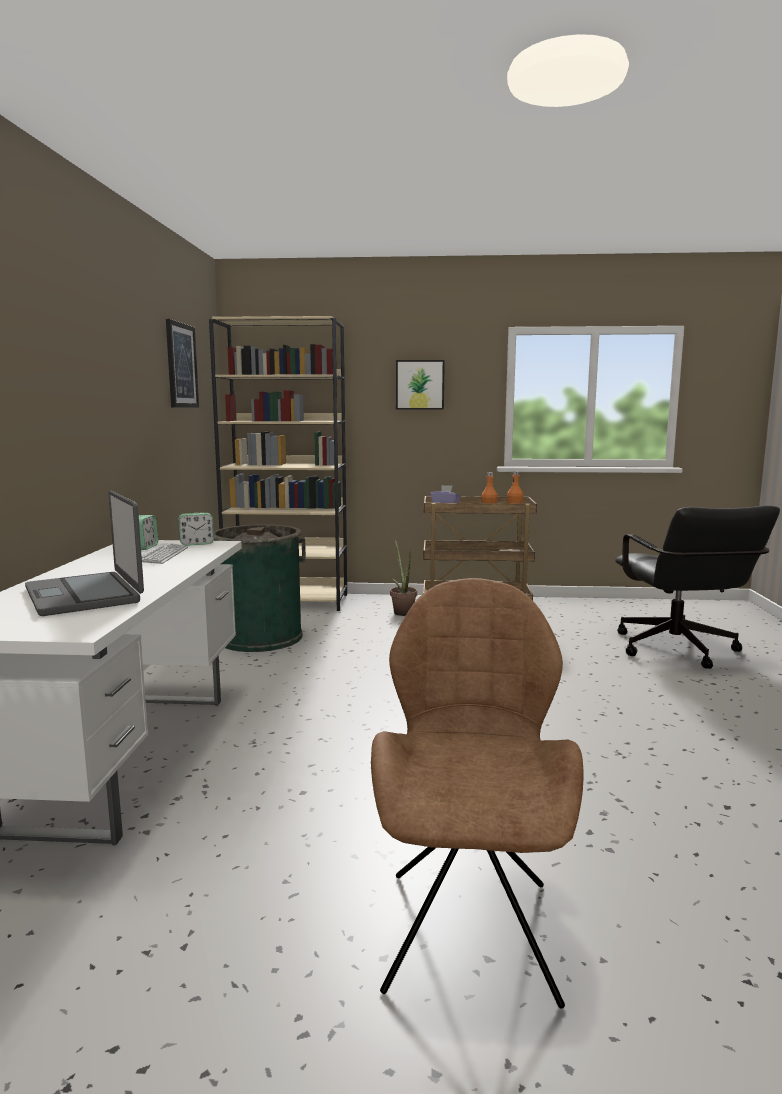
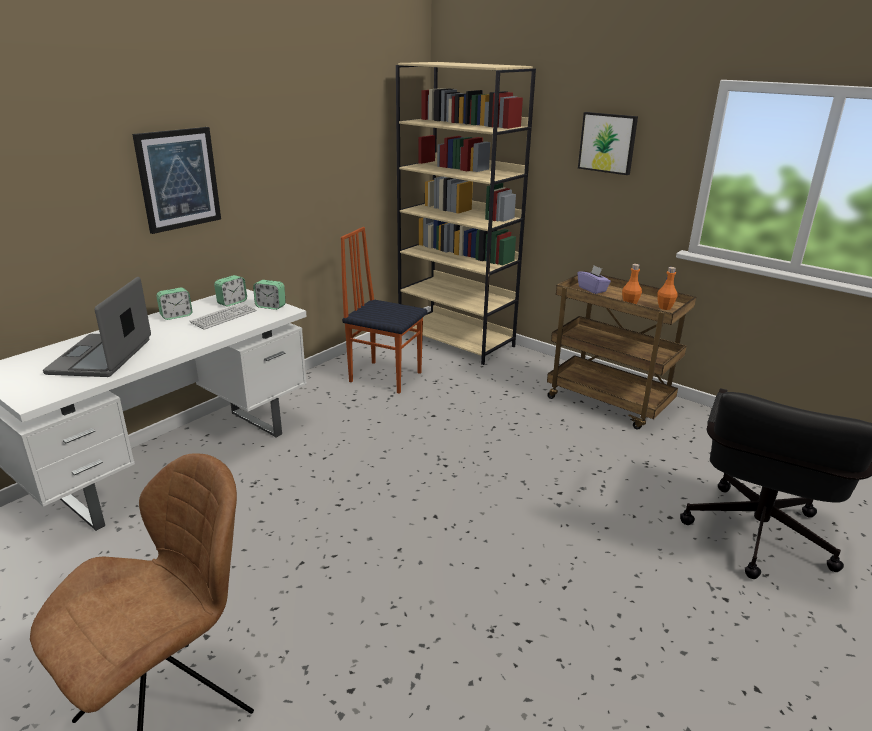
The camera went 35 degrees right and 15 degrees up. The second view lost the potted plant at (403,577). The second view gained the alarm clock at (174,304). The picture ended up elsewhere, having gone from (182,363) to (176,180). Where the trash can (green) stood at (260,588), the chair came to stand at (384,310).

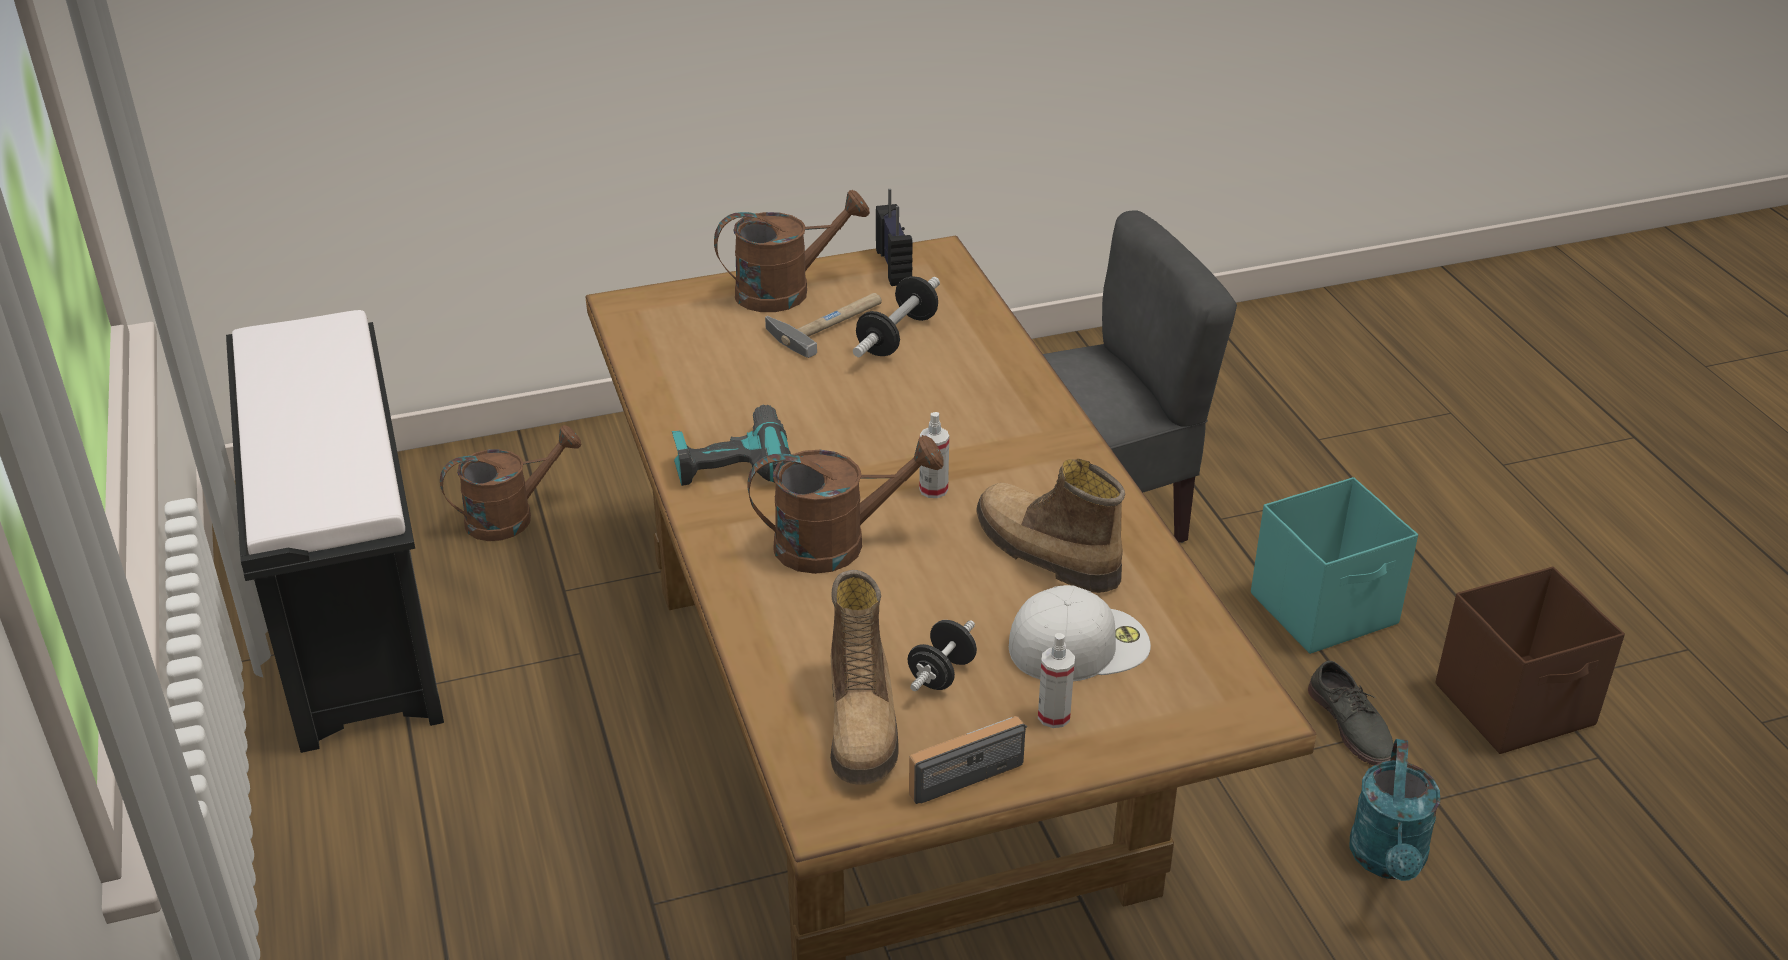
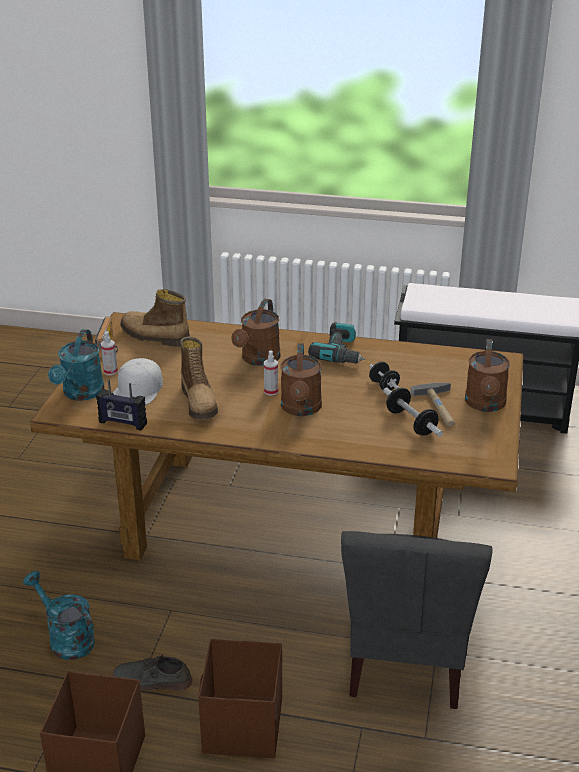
The camera went 120 degrees right and 5 degrees down. The second view gained the watering can (turquoise) at (76,365). The watering can (brown) ended up elsewhere, having gone from (510,483) to (301,379). The radio ended up elsewhere, having gone from (894,237) to (121,404). The dumbbell (black) ended up elsewhere, having gone from (942,655) to (384,376). What was the storage box (turquoise) at (1334,565) turned into the storage box (brown) at (240,698). The boot at (1050,526) ended up facing another way, 90 degrees clockwise from before.

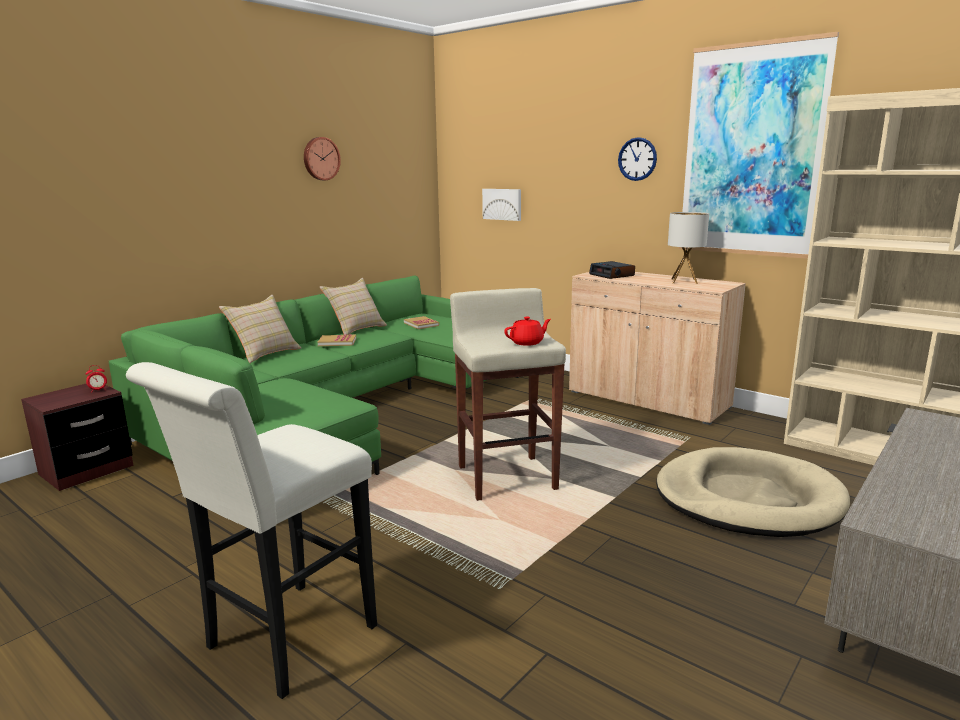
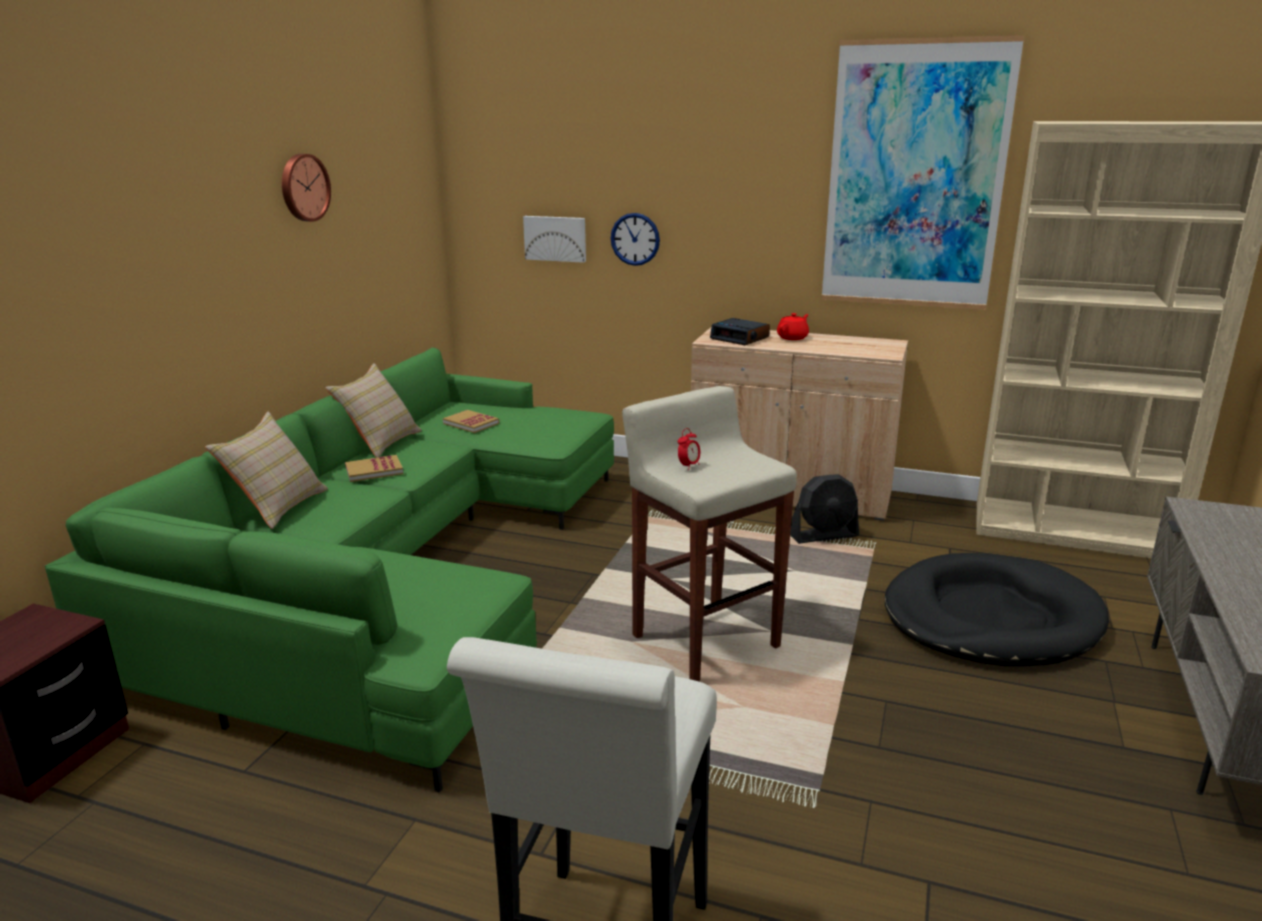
The camera went 20 degrees left and 5 degrees up. The second view lost the table lamp at (688,248). The second view gained the fan (black) at (824,509). The alarm clock ended up elsewhere, having gone from (96,378) to (689,449). The teapot (red) ended up elsewhere, having gone from (527,331) to (793,326). The wall clock ended up elsewhere, having gone from (637,159) to (635,239). What was the dog bed (beige) at (753,492) turned into the dog bed (black) at (997,610).

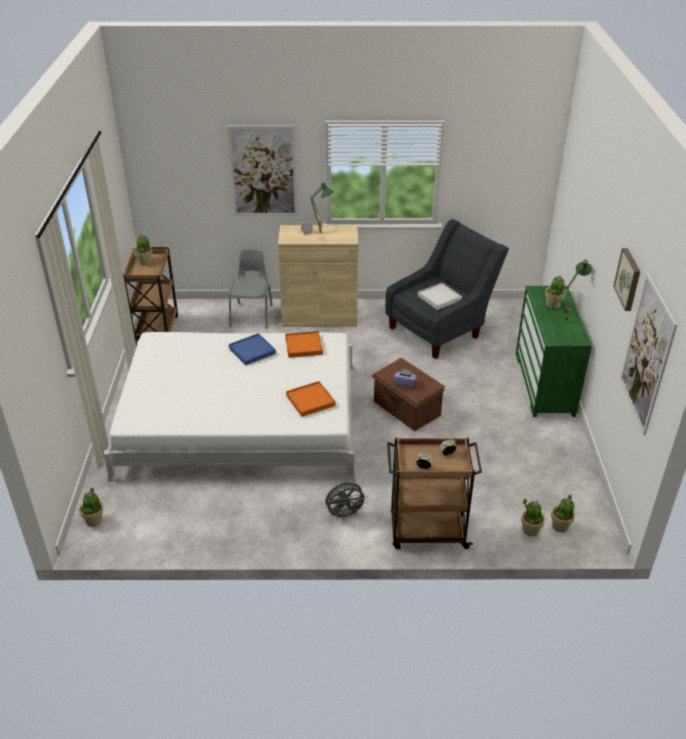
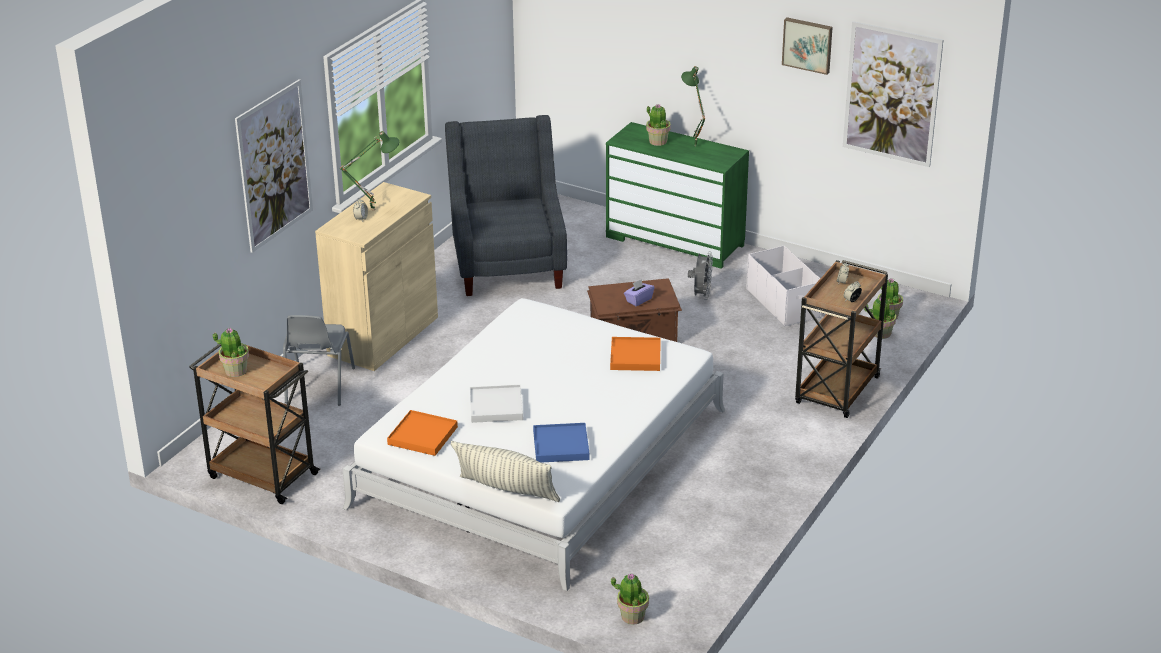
The camera went 60 degrees left and 5 degrees down. The second view gained the pillow at (505,471). The second view gained the storage box (white) at (784,286). The tray (blue) ended up elsewhere, having gone from (252,349) to (561,443). The tray (orange) ended up elsewhere, having gone from (304,344) to (422,433). The fan (grey) ended up elsewhere, having gone from (346,501) to (700,275). The tray (white) ended up elsewhere, having gone from (440,296) to (496,404). The chair (grey) at (250,289) ended up facing another way, 120 degrees counterclockwise from before.

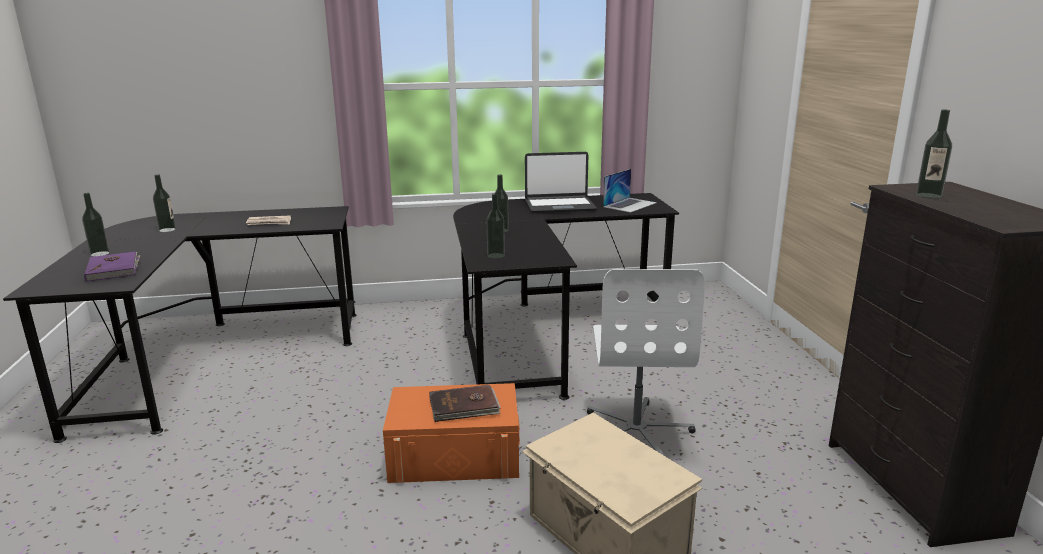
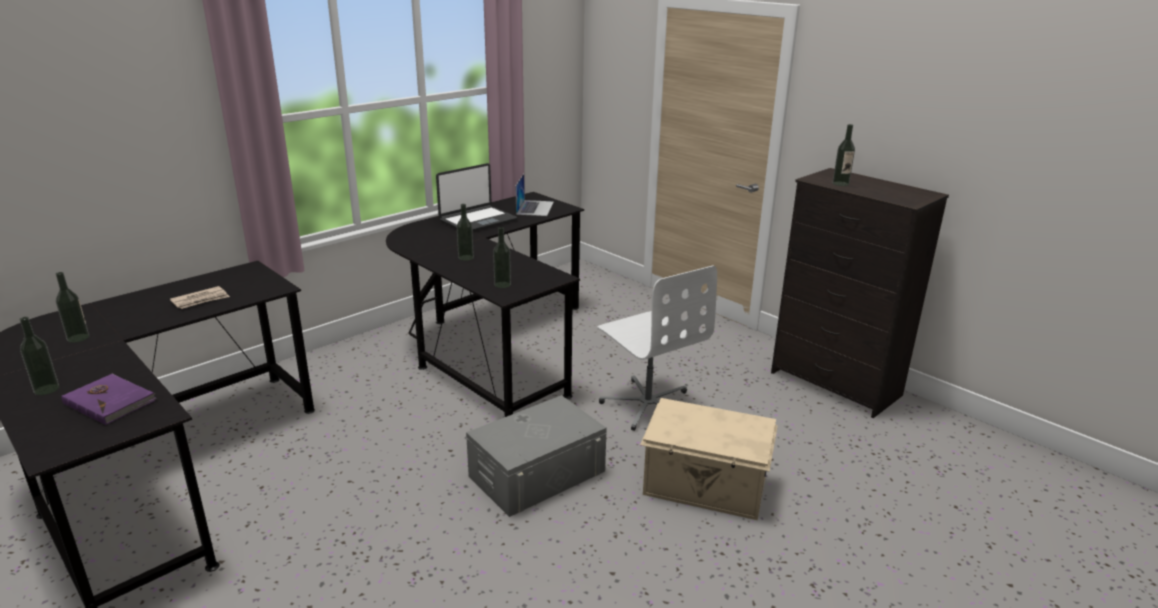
The camera went 35 degrees left and 5 degrees up. The second view lost the book (brown) at (465,403). What was the storage box (orange) at (451,433) turned into the storage box (grey) at (536,456).

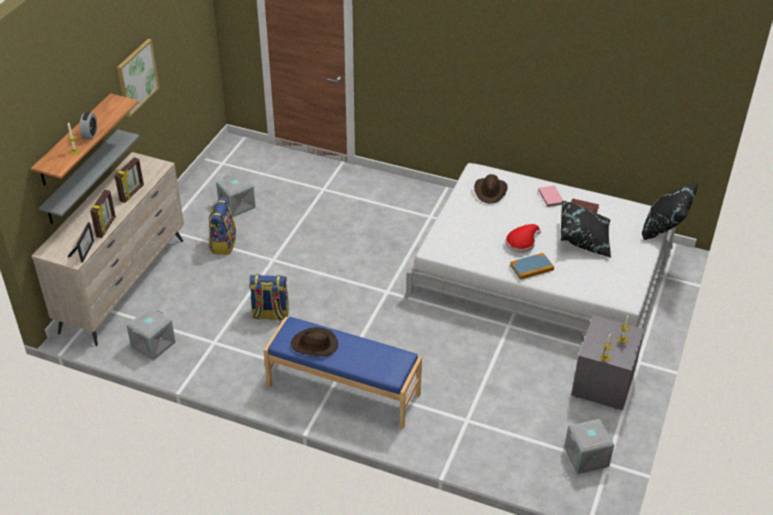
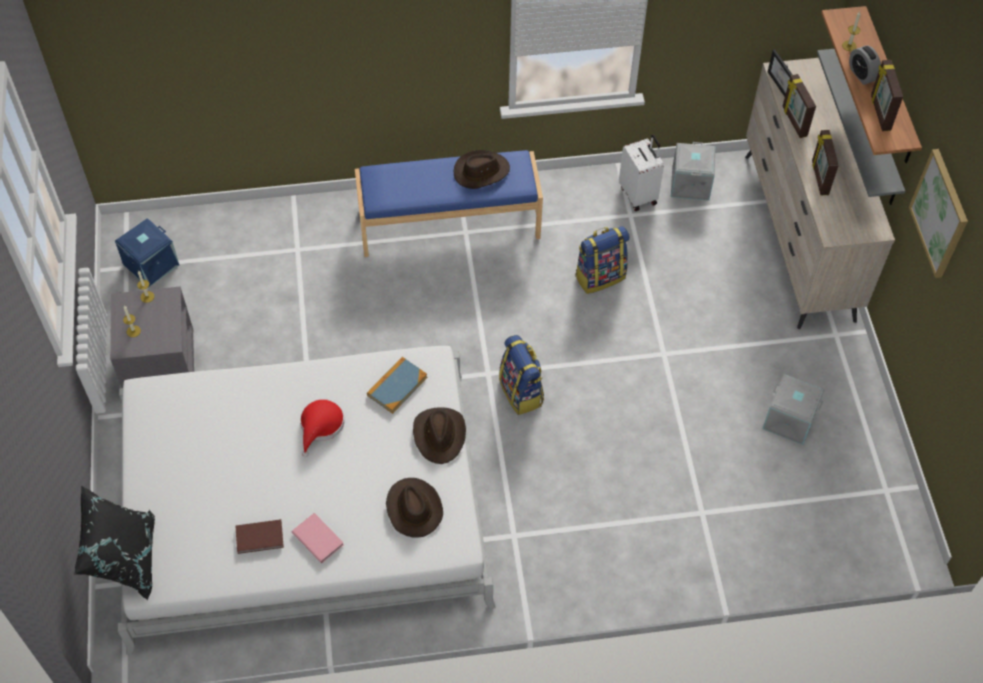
The camera went 150 degrees right and 15 degrees up. The second view lost the pillow (black) at (586,229). The second view gained the hat (brown) at (439,435). The second view gained the suitcase (white) at (641,173). The second view gained the picture frame at (887,95). The backpack ended up elsewhere, having gone from (222,226) to (521,375). The book ended up elsewhere, having gone from (532,266) to (397,385). What was the storage box (grey) at (589,446) turned into the storage box (blue) at (147,252).

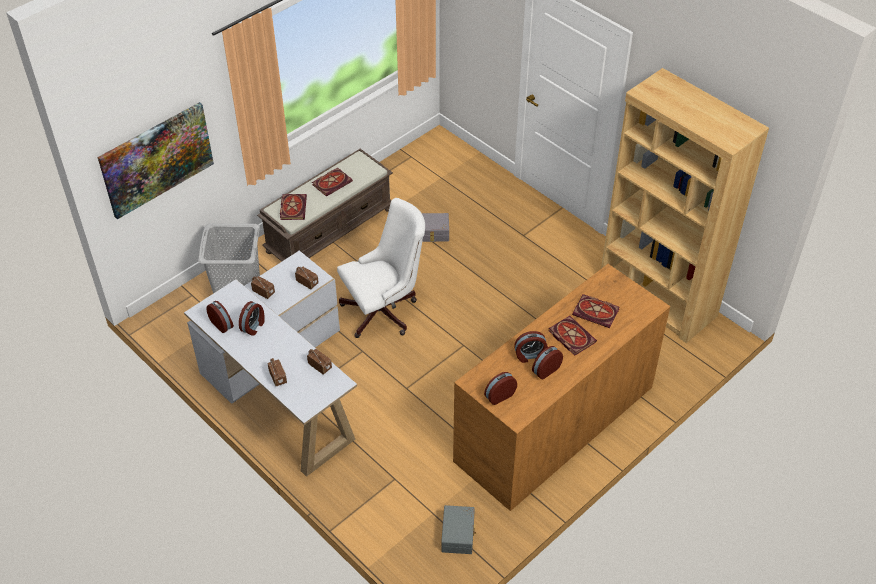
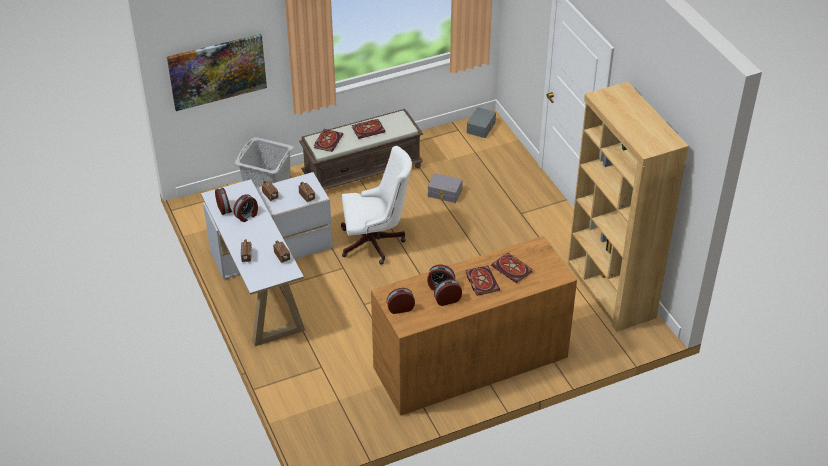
The camera went 20 degrees right and 5 degrees down. The storage box (grey) ended up elsewhere, having gone from (458,529) to (481,122).

